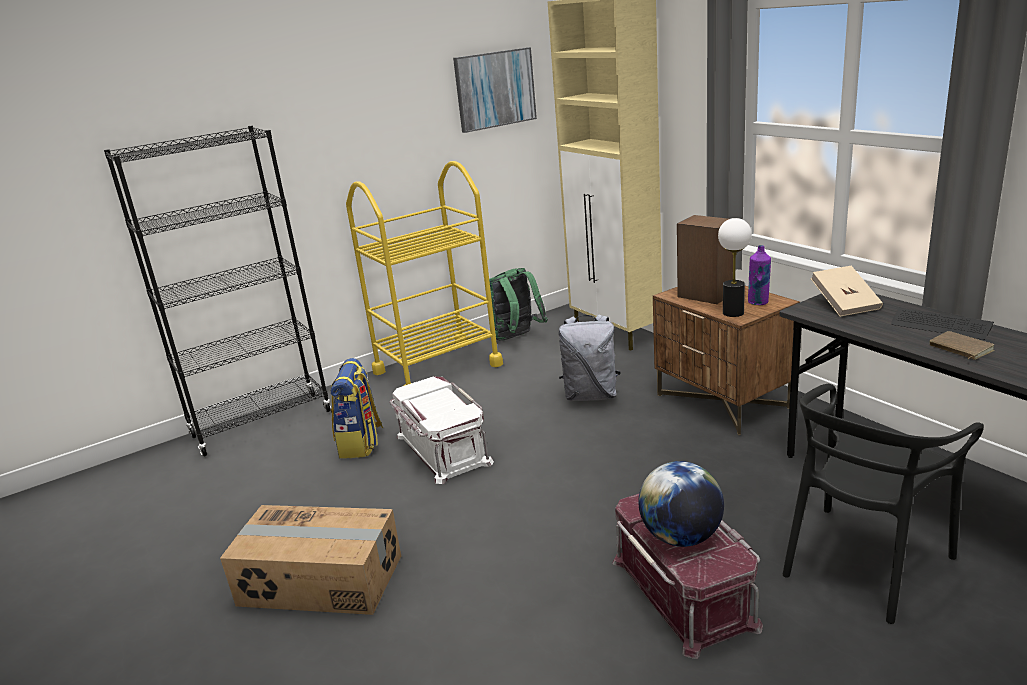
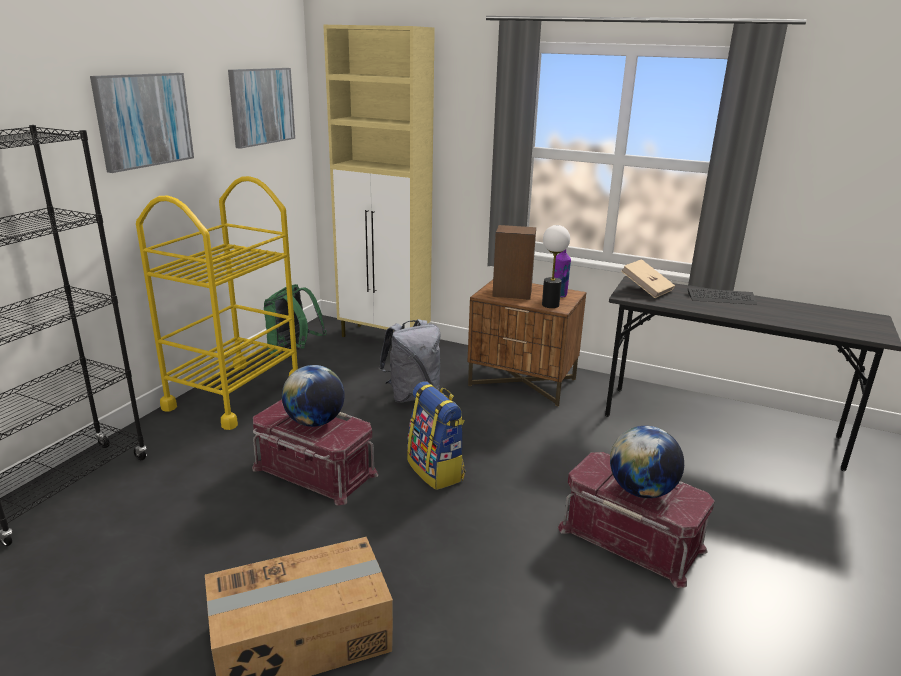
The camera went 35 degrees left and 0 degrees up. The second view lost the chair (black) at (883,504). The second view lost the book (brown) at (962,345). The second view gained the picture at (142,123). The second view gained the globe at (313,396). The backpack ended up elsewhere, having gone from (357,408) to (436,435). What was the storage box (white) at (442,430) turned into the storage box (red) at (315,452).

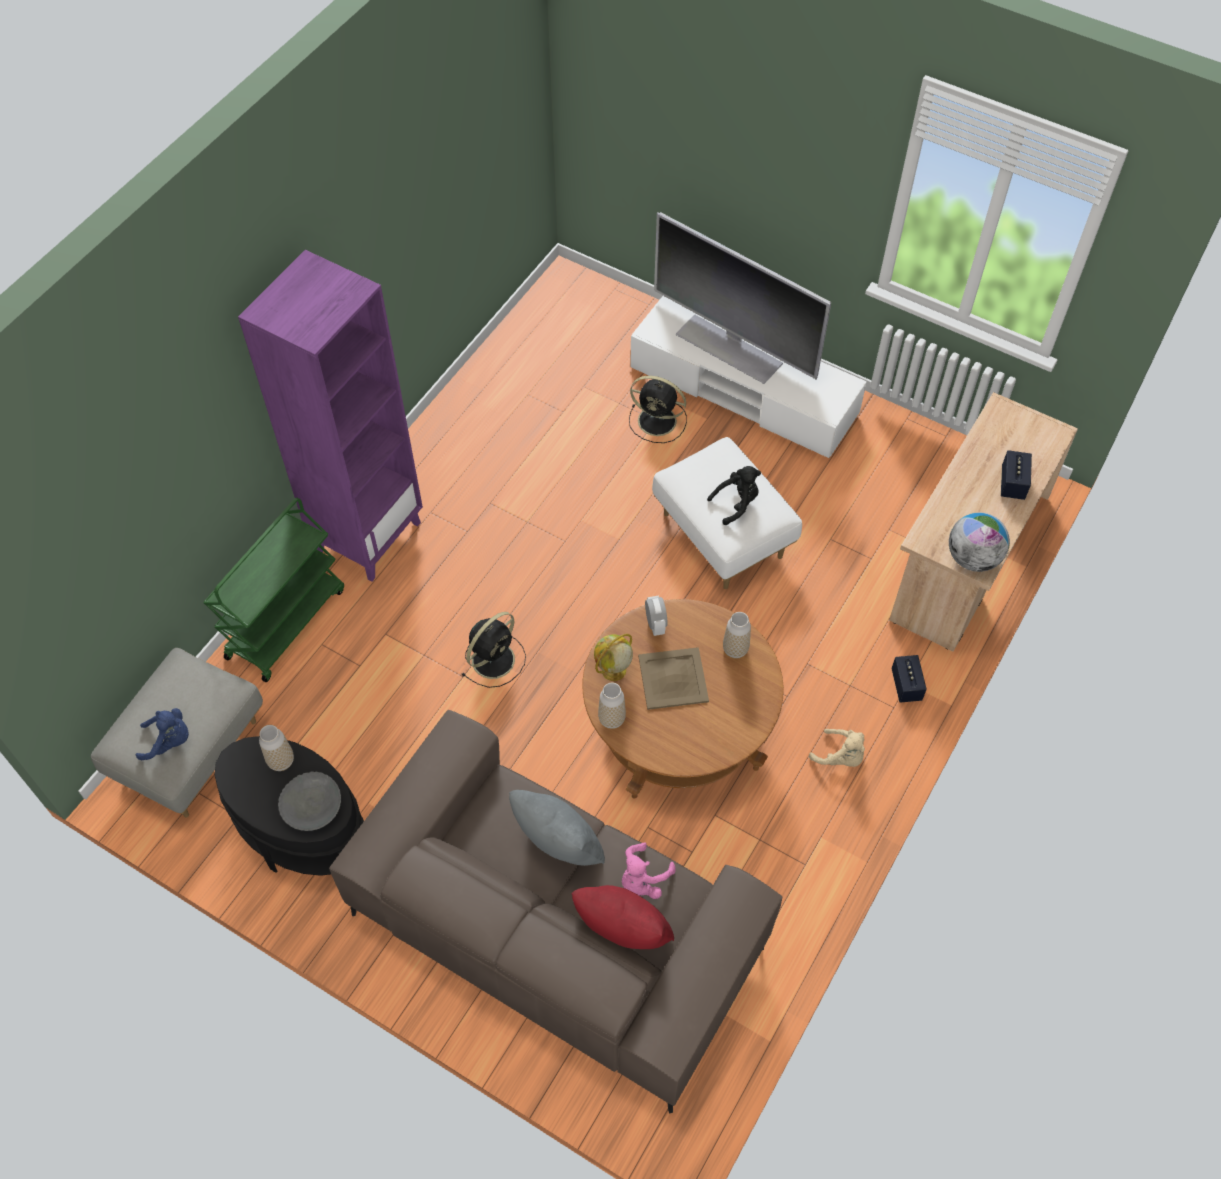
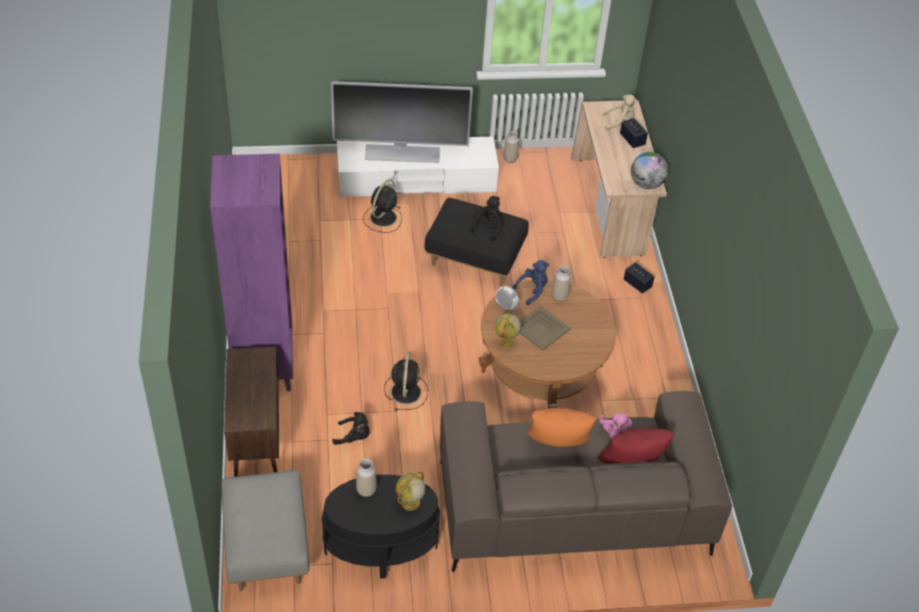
The camera went 40 degrees left and 10 degrees down. The second view gained the plush toy (black) at (351,428). The plush toy (blue) ended up elsewhere, having gone from (162,734) to (530,282). The vase ended up elsewhere, having gone from (612,706) to (511,147). The plush toy (beige) ended up elsewhere, having gone from (837,748) to (620,112). Where the cart (green) stood at (274,590), the cabinet (brown) came to stand at (251,412). Where the bowl (grey) stood at (309,801), the globe came to stand at (411,491). What was the pillow (grey) at (557,828) turned into the pillow (orange) at (561,427). What was the ottoman (white) at (727,513) turned into the ottoman (black) at (477,242). The fan (black) at (658,409) ended up facing another way, 135 degrees clockwise from before.

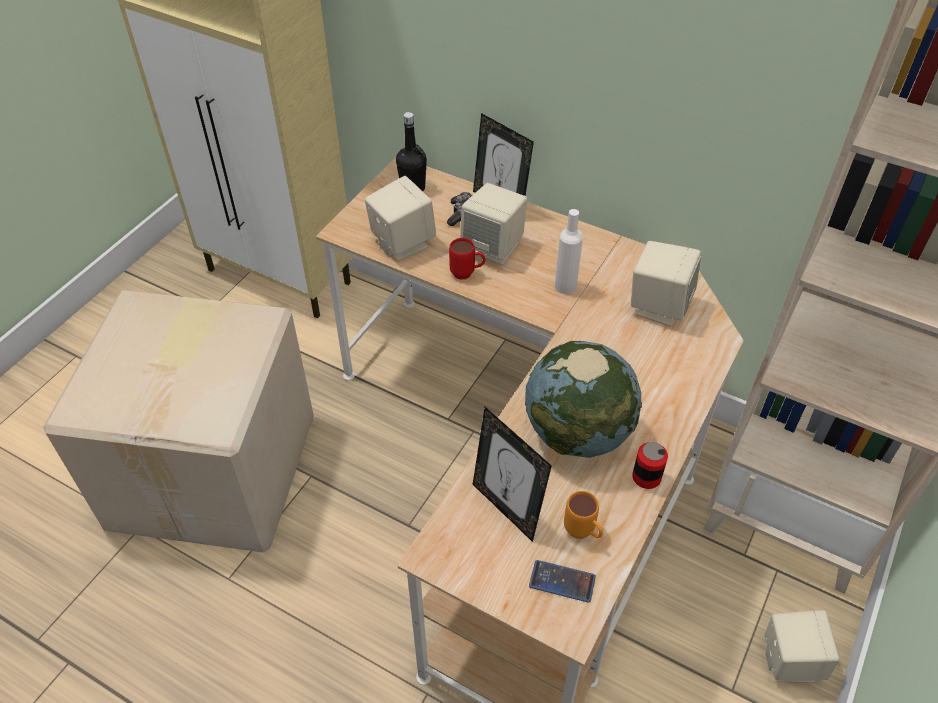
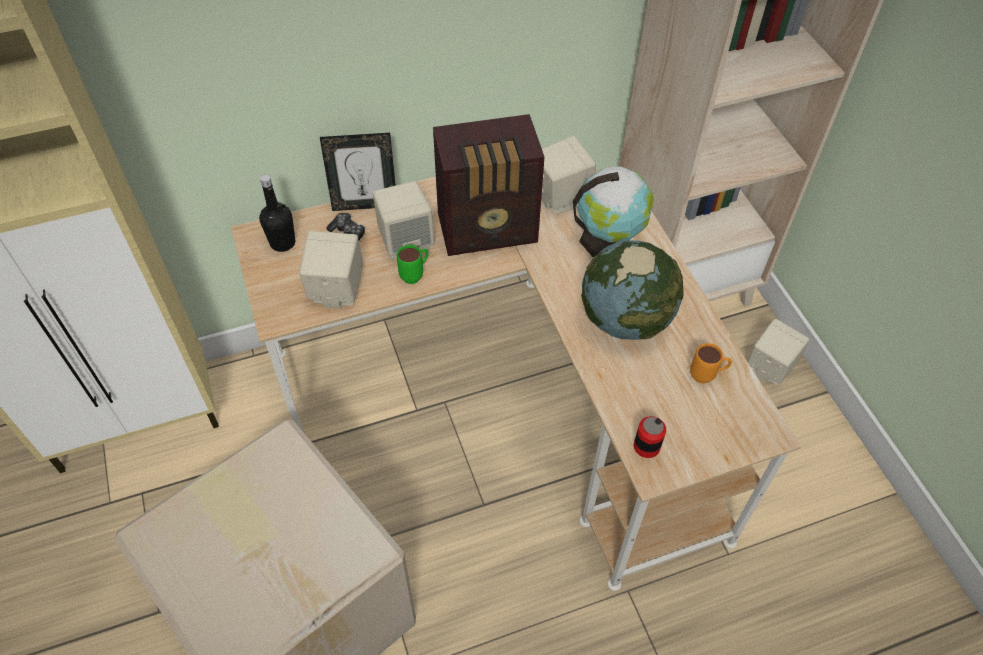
The camera went 50 degrees left and 5 degrees up. The second view lost the picture frame at (512,474). The second view lost the phone at (562,581). The second view gained the globe at (613,211). The can ended up elsewhere, having gone from (650,465) to (650,437). Where the bottle (white) stood at (569,251), the radio came to stand at (488,185). What was the mug (red) at (467,259) turned into the mug (green) at (413,264).

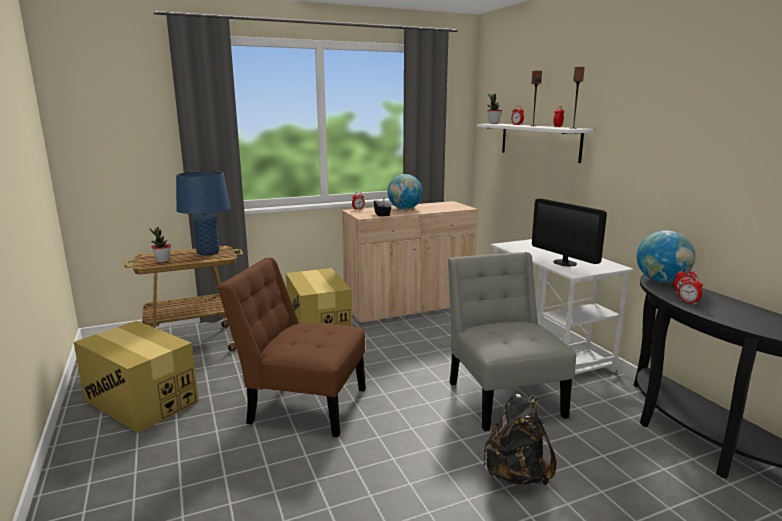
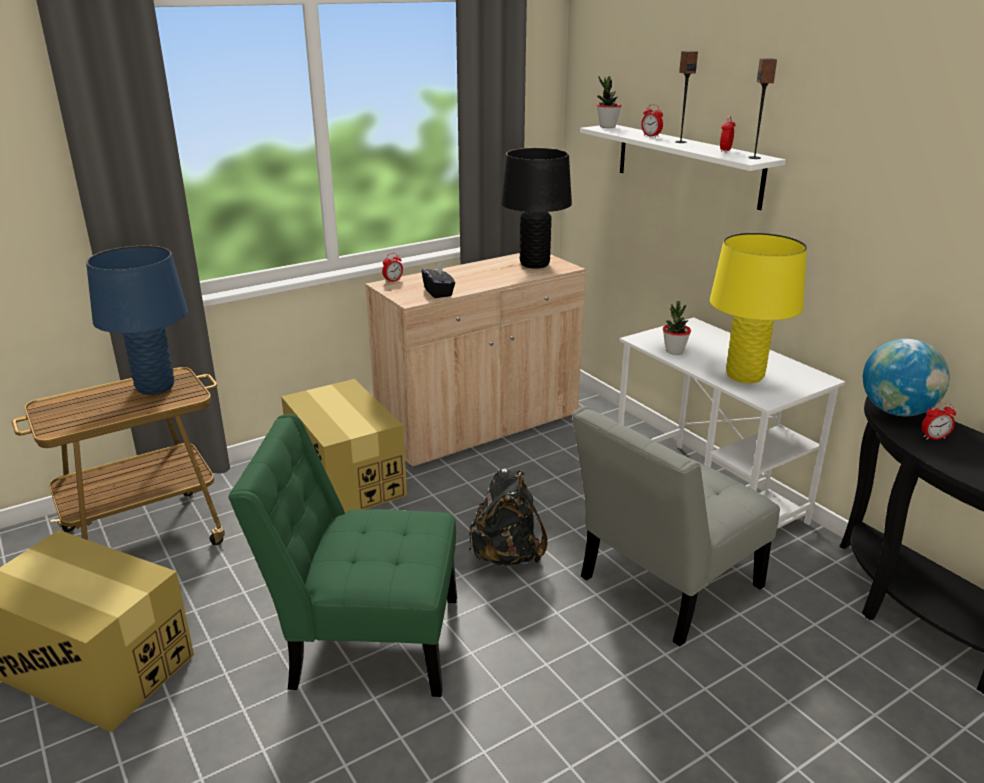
The camera went 10 degrees left and 10 degrees up. The second view lost the globe at (405,191). The second view lost the alarm clock at (690,289). The second view gained the table lamp (black) at (536,208). The potted plant ended up elsewhere, having gone from (160,244) to (677,328). The backpack (black) ended up elsewhere, having gone from (520,439) to (508,517). Where the monitor stood at (569,232), the table lamp (yellow) came to stand at (758,308). What was the chair (brown) at (291,347) turned into the chair (green) at (342,555). The chair (grey) at (512,341) ended up facing another way, 105 degrees counterclockwise from before.

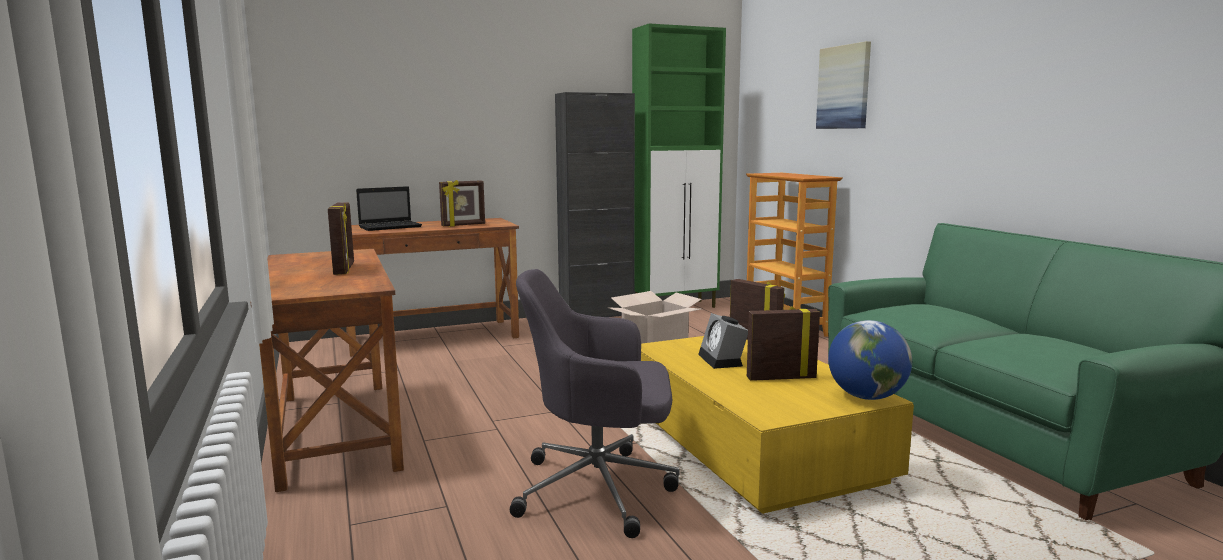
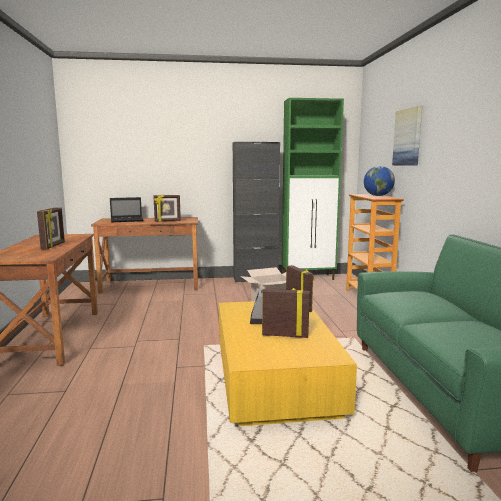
The camera went 15 degrees right and 0 degrees up. The second view lost the office chair (grey) at (595,403). The globe ended up elsewhere, having gone from (870,360) to (379,181).

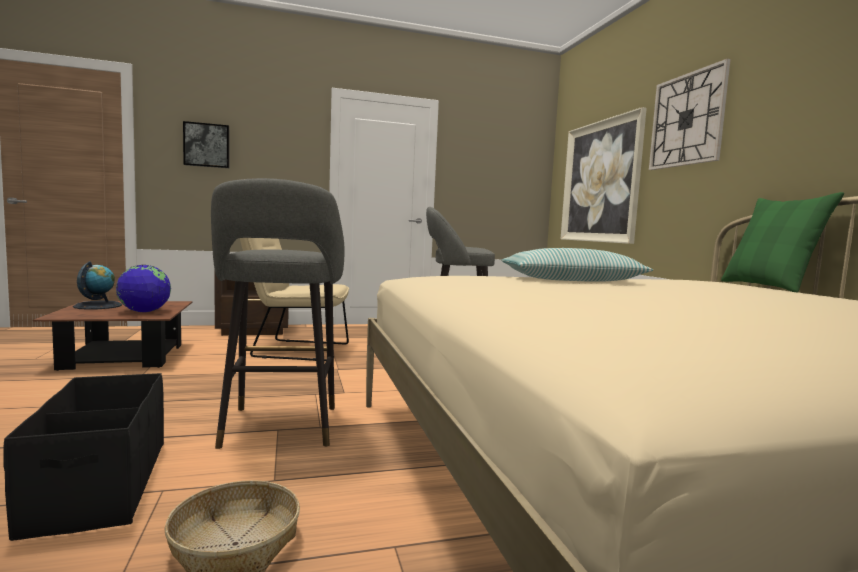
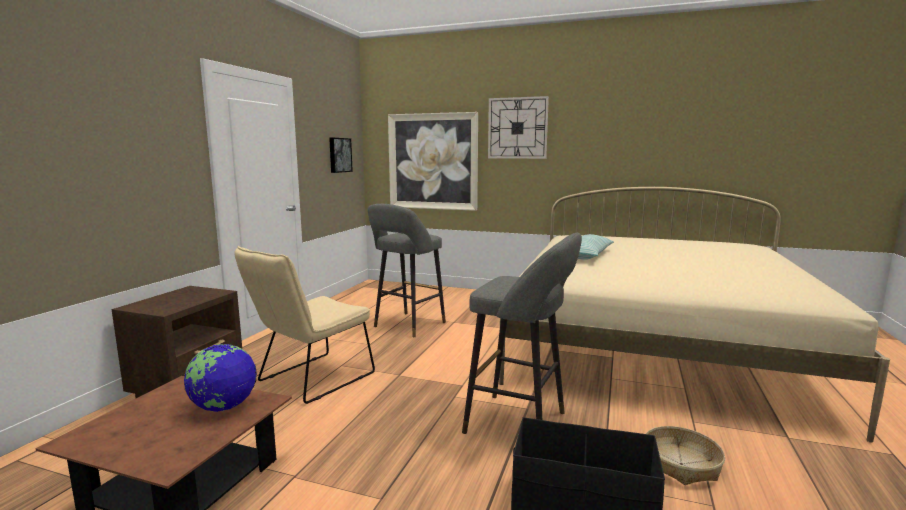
The camera went 55 degrees left and 5 degrees up. The second view lost the globe at (97,285). The second view lost the pillow (green) at (782,242). The picture ended up elsewhere, having gone from (206,144) to (341,155).

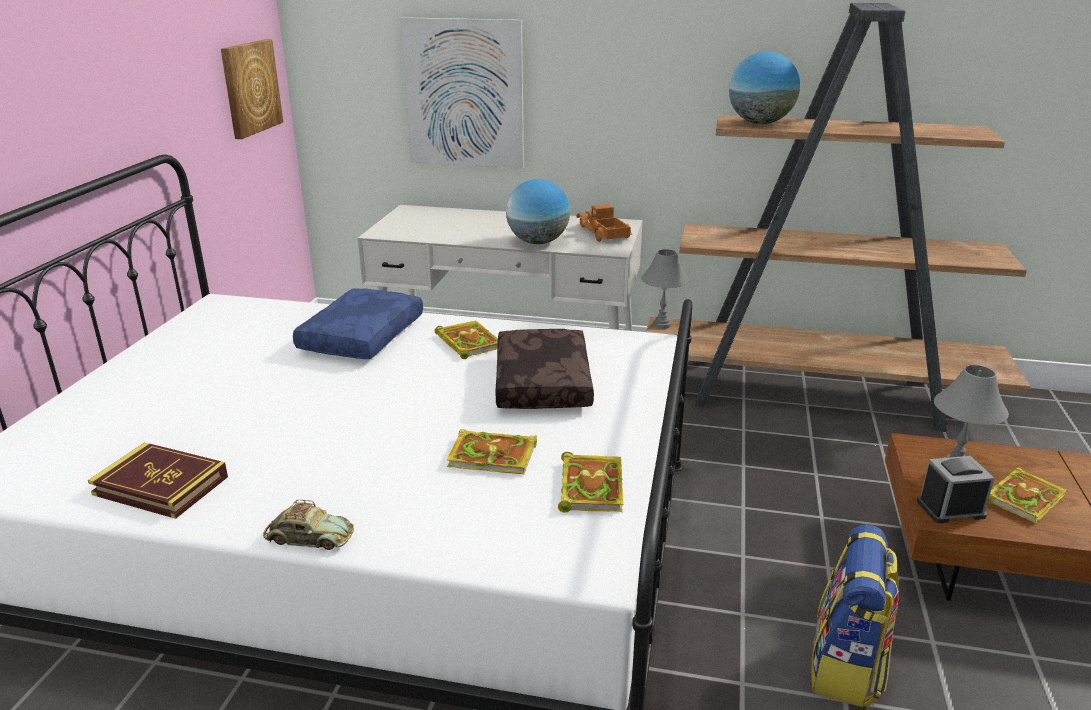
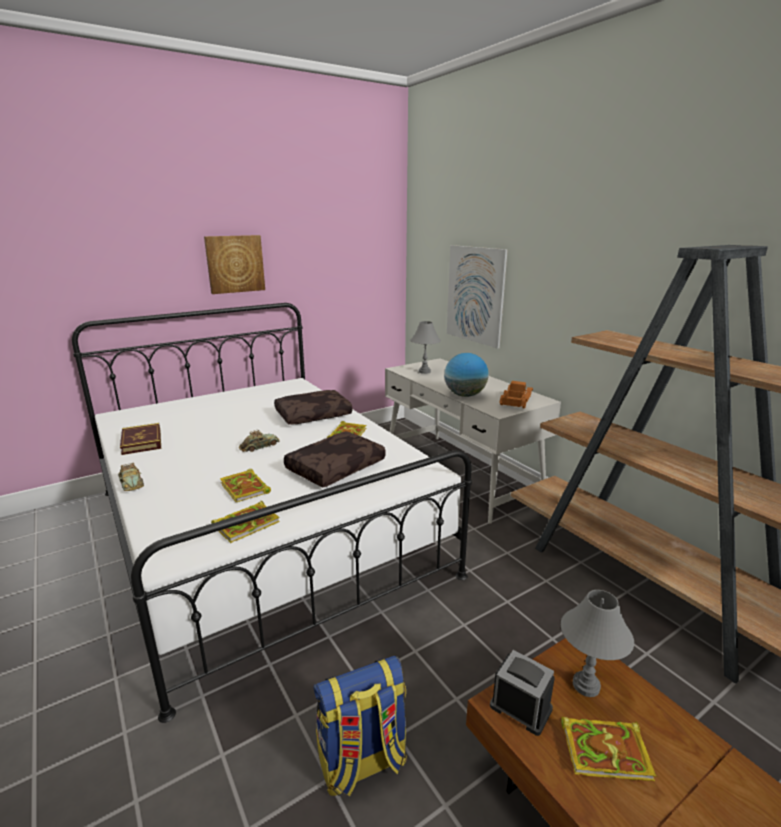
The camera went 45 degrees right and 5 degrees down. The second view lost the globe at (764,88). The second view gained the toy car at (259,441). The picture ended up elsewhere, having gone from (252,89) to (234,264). The table lamp (grey) ended up elsewhere, having gone from (665,289) to (425,347). What was the pillow (blue) at (358,324) turned into the pillow (brown) at (313,407).

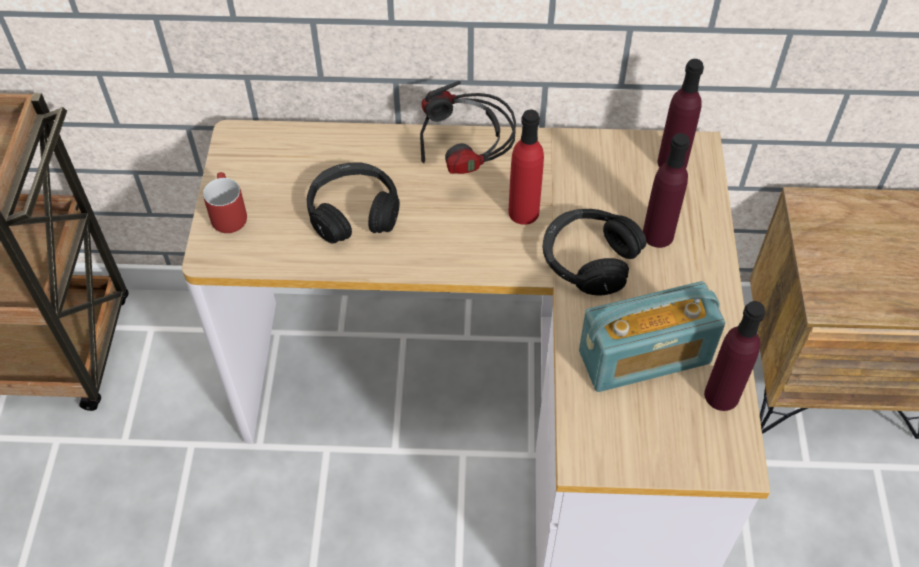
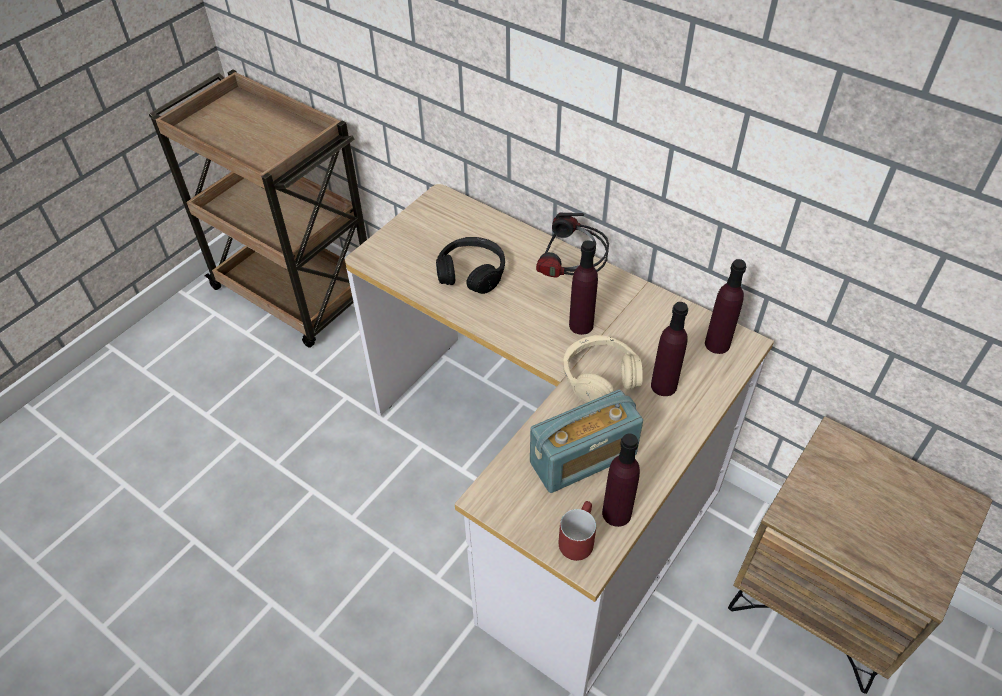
The camera went 35 degrees right and 5 degrees down. The mug (red) ended up elsewhere, having gone from (225,202) to (577,531). What was the bottle (red) at (526,167) turned into the bottle (purple) at (583,287). What was the headphones (black) at (595,252) turned into the headphones (beige) at (603,369). The radio at (652,336) ended up facing another way, 45 degrees counterclockwise from before.

